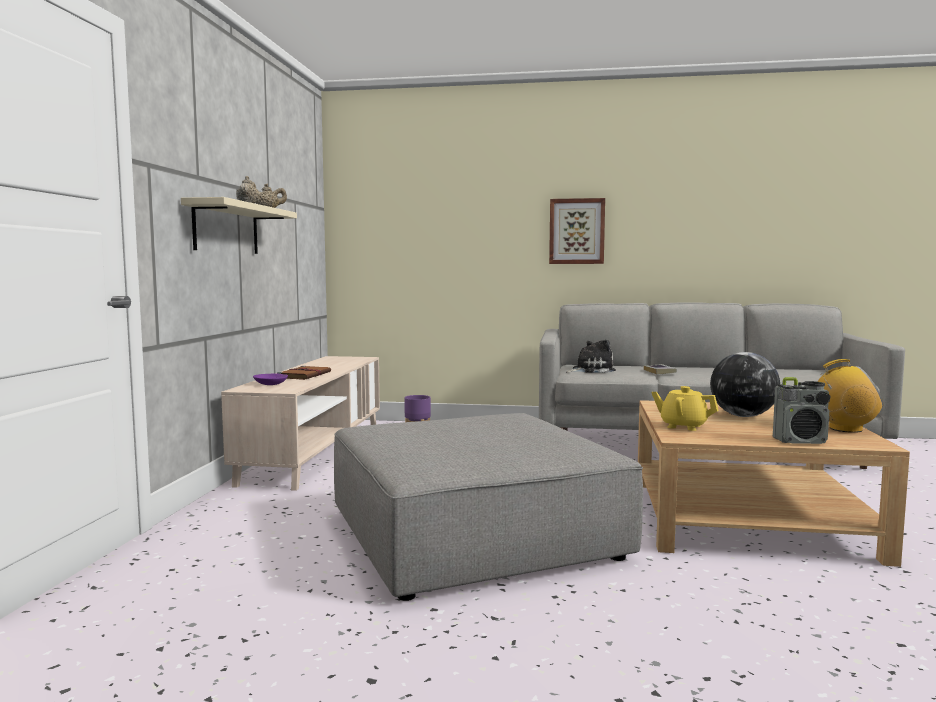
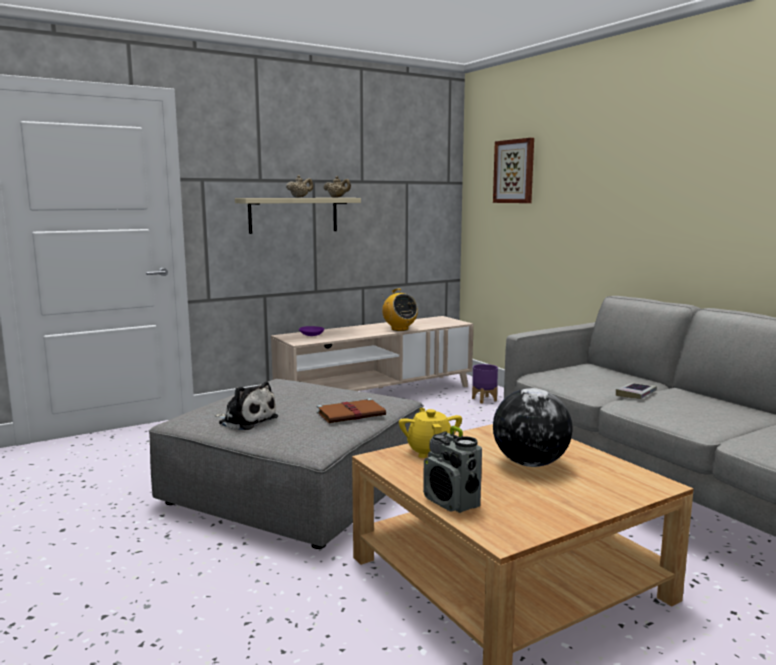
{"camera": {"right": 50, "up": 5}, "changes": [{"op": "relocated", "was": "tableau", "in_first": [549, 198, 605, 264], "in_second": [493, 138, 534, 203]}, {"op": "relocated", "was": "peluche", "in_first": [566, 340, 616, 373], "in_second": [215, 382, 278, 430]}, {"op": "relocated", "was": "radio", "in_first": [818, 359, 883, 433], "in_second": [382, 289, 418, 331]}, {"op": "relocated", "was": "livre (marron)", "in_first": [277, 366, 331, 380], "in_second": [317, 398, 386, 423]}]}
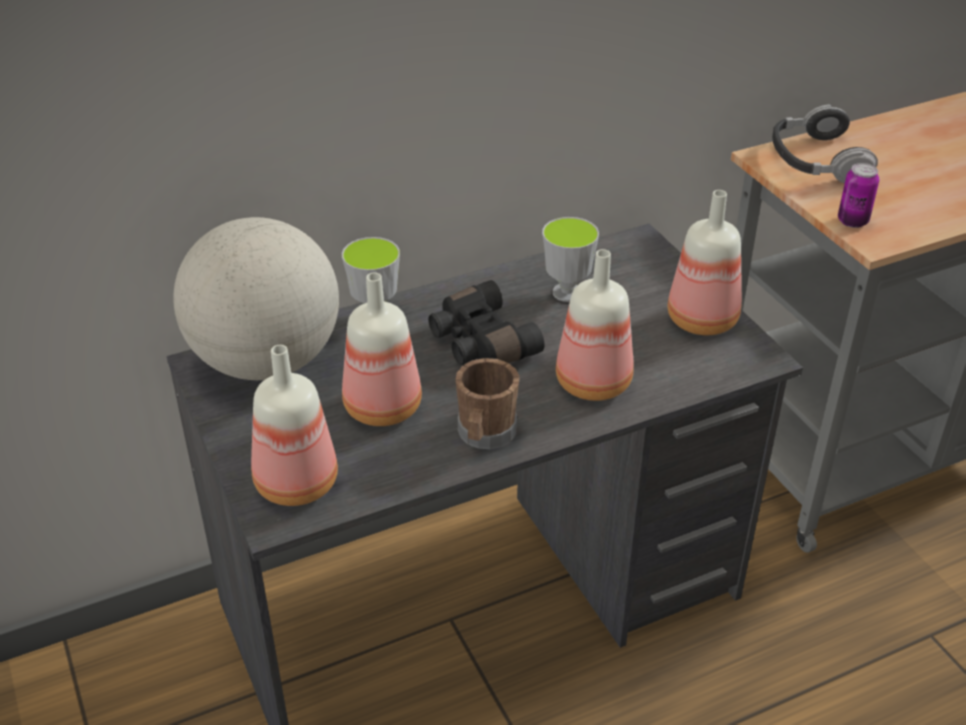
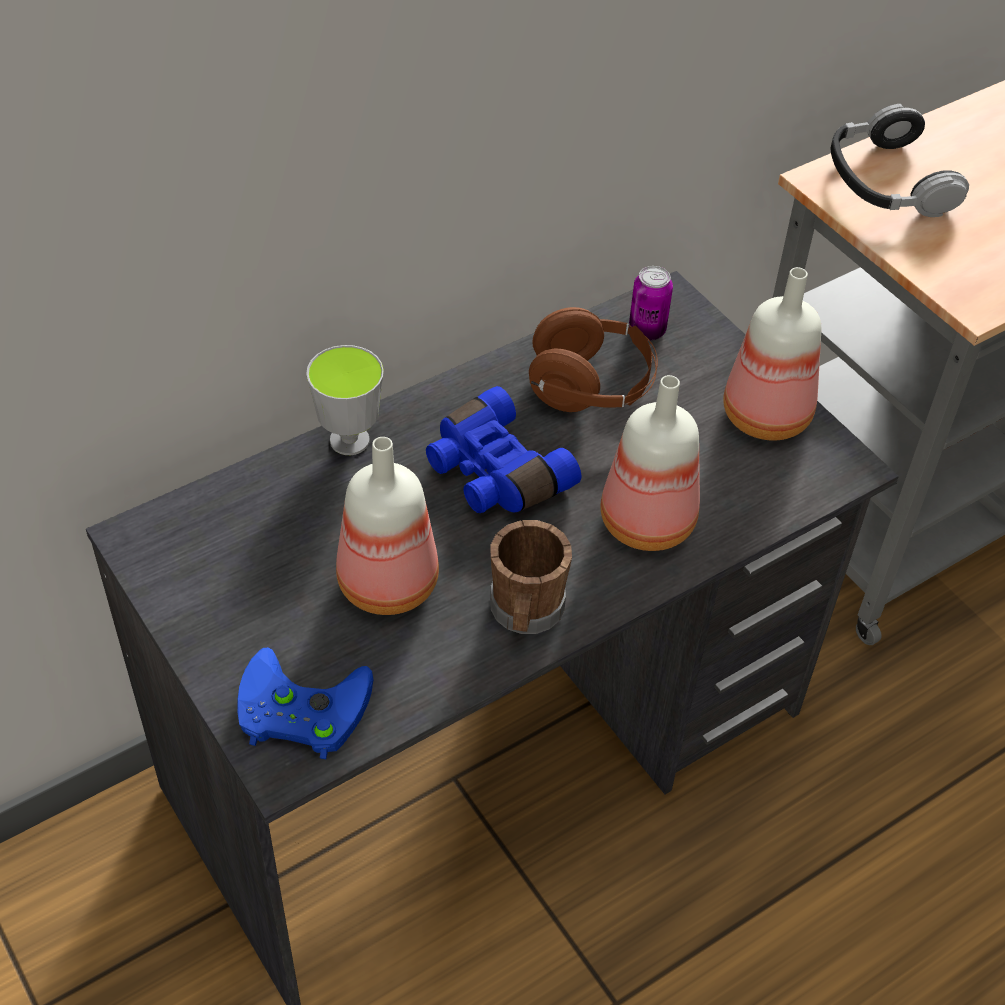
{"camera": {"right": -10, "up": 10}, "changes": [{"op": "relocated", "was": "boîte métallique", "in_first": [838, 163, 879, 228], "in_second": [629, 266, 673, 341]}, {"op": "missing", "was": "globe", "in_first": [173, 217, 339, 380]}, {"op": "exchanged", "was": "tasse", "now": "casque audio (marron)", "in_first": [542, 217, 599, 302], "in_second": [529, 307, 658, 412]}, {"op": "colour", "was": "jumelles (noir)", "now": "jumelles (bleu)", "in_first": [428, 280, 544, 365], "in_second": [426, 386, 581, 513]}, {"op": "exchanged", "was": "bouteille", "now": "manette (bleu)", "in_first": [251, 345, 338, 506], "in_second": [237, 647, 373, 759]}]}
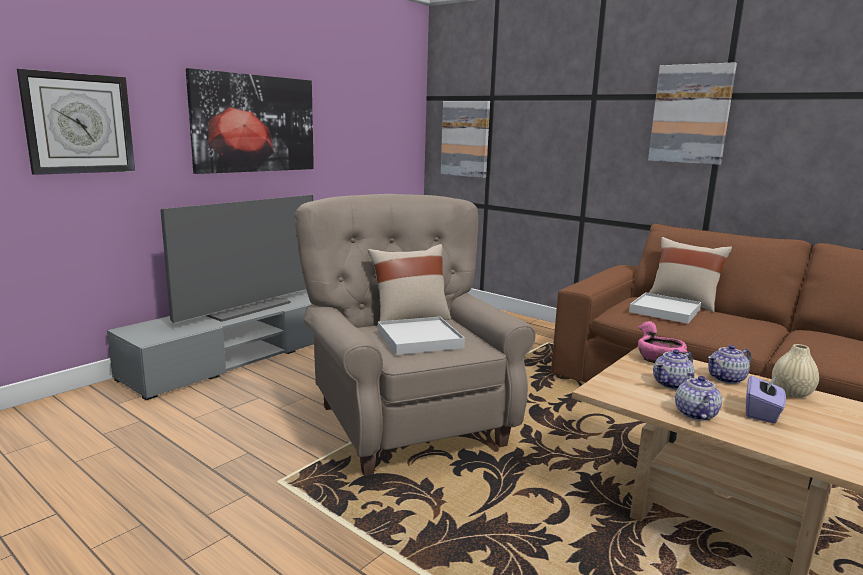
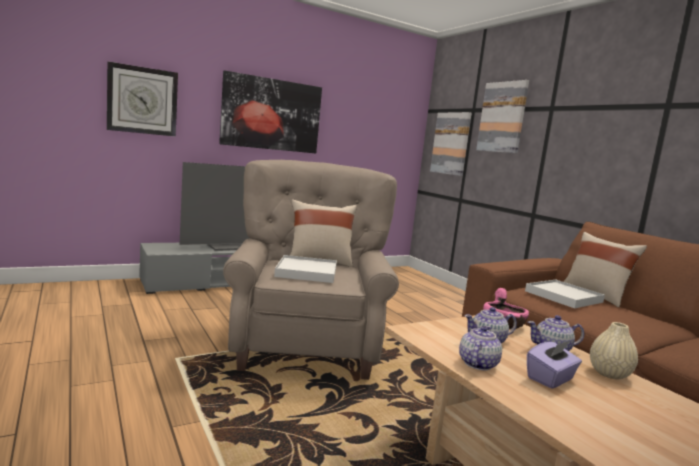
{"camera": {"right": 20, "up": -5}, "changes": [{"op": "relocated", "was": "tableau", "in_first": [648, 62, 737, 165], "in_second": [476, 80, 529, 154]}]}
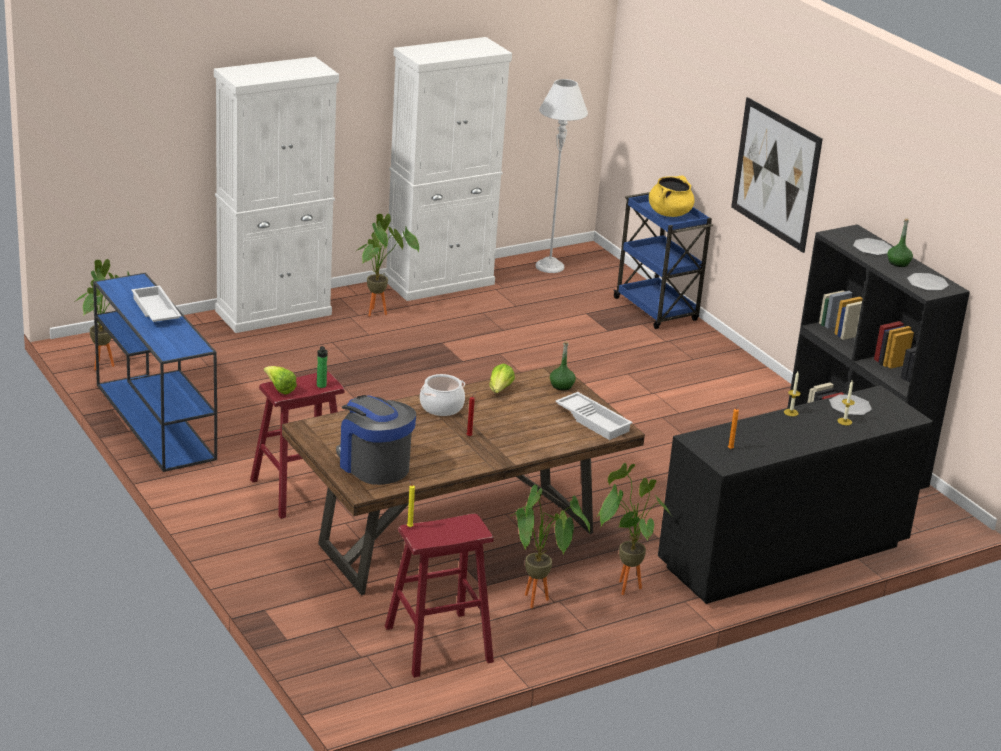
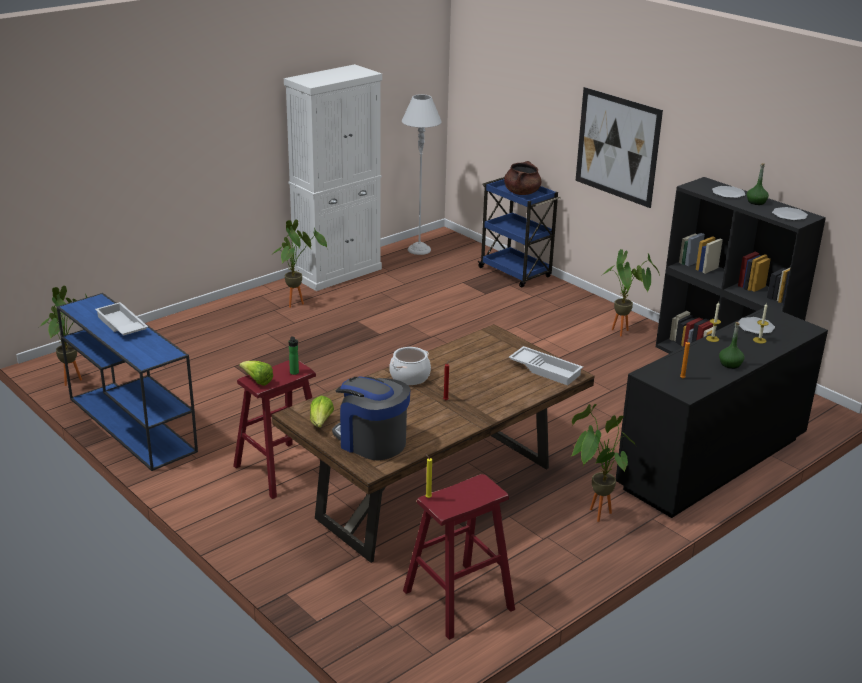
{"camera": {"right": -10, "up": 0}, "changes": [{"op": "missing", "was": "meuble de rangement (blanc)", "in_first": [214, 57, 339, 333]}, {"op": "colour", "was": "marmite (jaune)", "now": "marmite (marron)", "in_first": [649, 176, 694, 217], "in_second": [504, 161, 541, 195]}, {"op": "relocated", "was": "bouteille (vert)", "in_first": [550, 341, 576, 390], "in_second": [719, 322, 744, 369]}, {"op": "relocated", "was": "laitue", "in_first": [490, 364, 515, 393], "in_second": [310, 396, 334, 428]}, {"op": "relocated", "was": "plante en pot", "in_first": [510, 485, 590, 608], "in_second": [601, 249, 659, 337]}]}
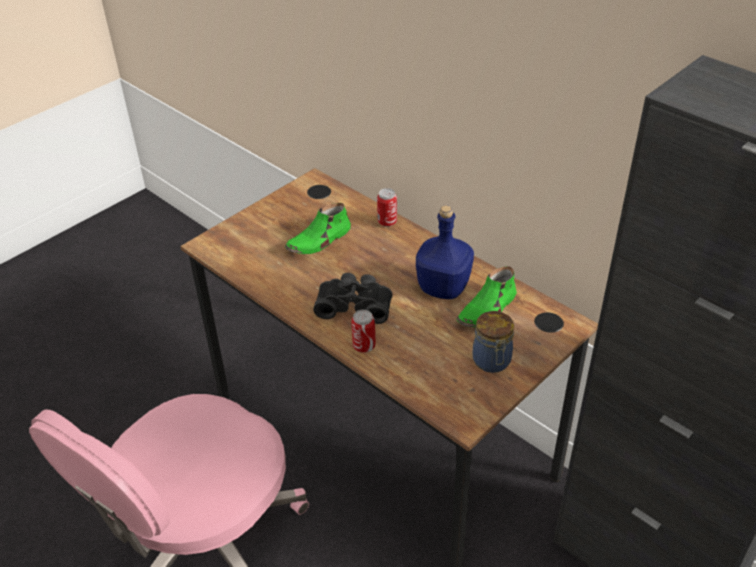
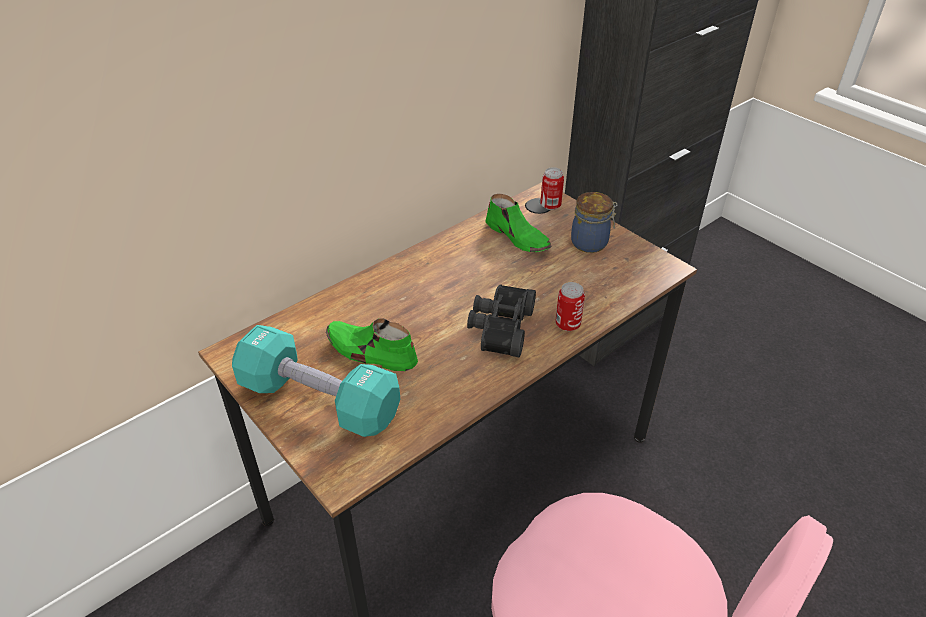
{"camera": {"right": -85, "up": 0}, "changes": [{"op": "relocated", "was": "boîte métallique", "in_first": [377, 188, 397, 227], "in_second": [540, 167, 564, 210]}, {"op": "spun", "was": "chaussure (vert)", "in_first": [285, 203, 351, 254], "in_second": [326, 318, 418, 371], "clockwise": 150}, {"op": "missing", "was": "bouteille (bleu)", "in_first": [416, 205, 474, 299]}, {"op": "appeared", "now": "haltère (turquoise)", "in_second": [232, 325, 400, 437]}]}
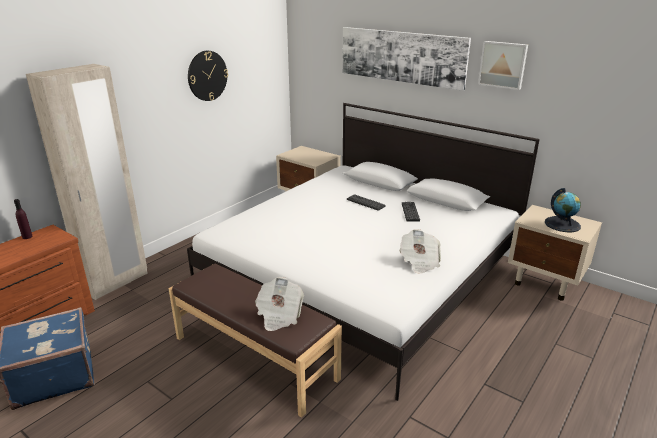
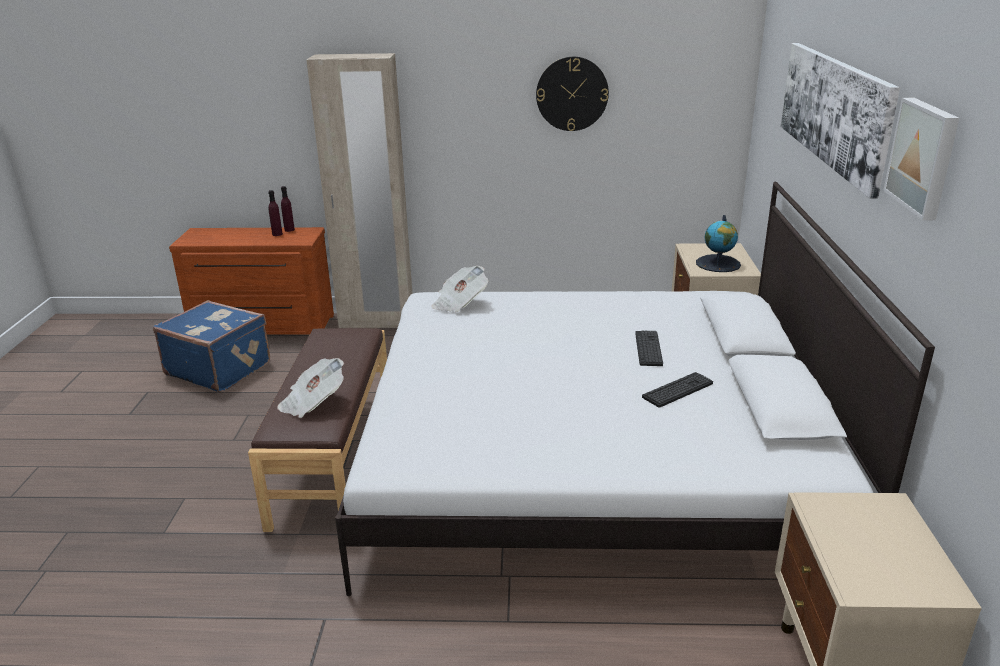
{"camera": {"right": 55, "up": 0}, "changes": [{"op": "relocated", "was": "globe", "in_first": [545, 188, 581, 232], "in_second": [696, 215, 741, 272]}, {"op": "relocated", "was": "journal", "in_first": [399, 229, 441, 274], "in_second": [432, 266, 488, 312]}, {"op": "appeared", "now": "bouteille (violet)", "in_second": [268, 190, 283, 236]}]}
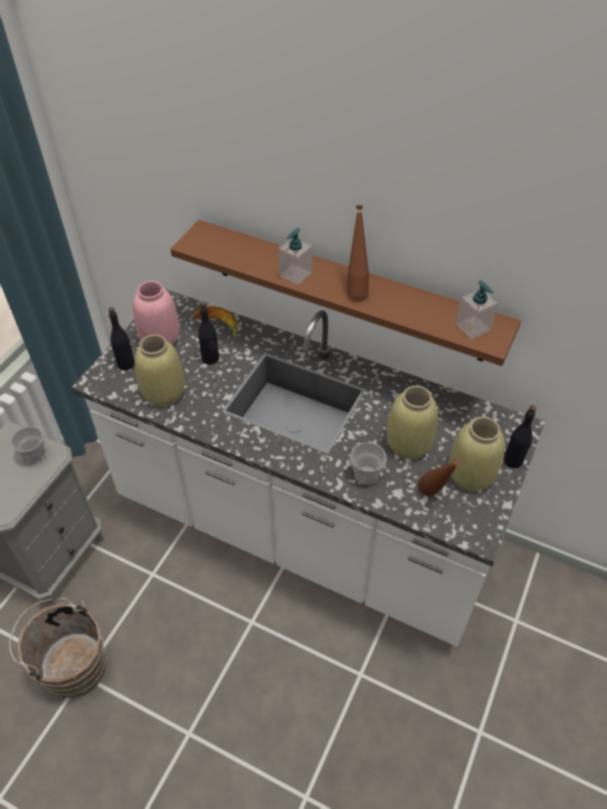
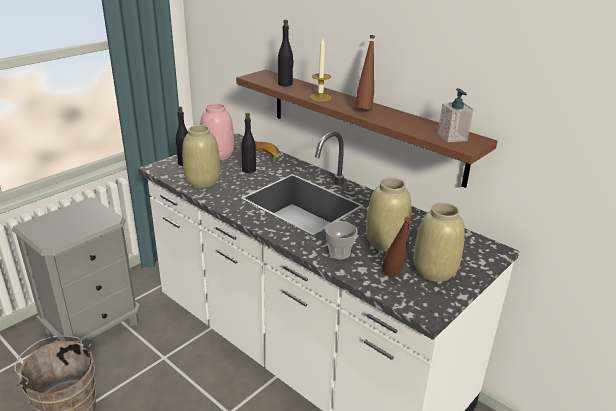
{"camera": {"right": 15, "up": -20}, "changes": [{"op": "exchanged", "was": "distributeur de savon", "now": "bougie", "in_first": [279, 228, 313, 285], "in_second": [310, 38, 331, 101]}, {"op": "relocated", "was": "bouteille (noir)", "in_first": [504, 405, 536, 468], "in_second": [278, 20, 293, 87]}, {"op": "missing", "was": "tasse", "in_first": [11, 426, 46, 464]}]}
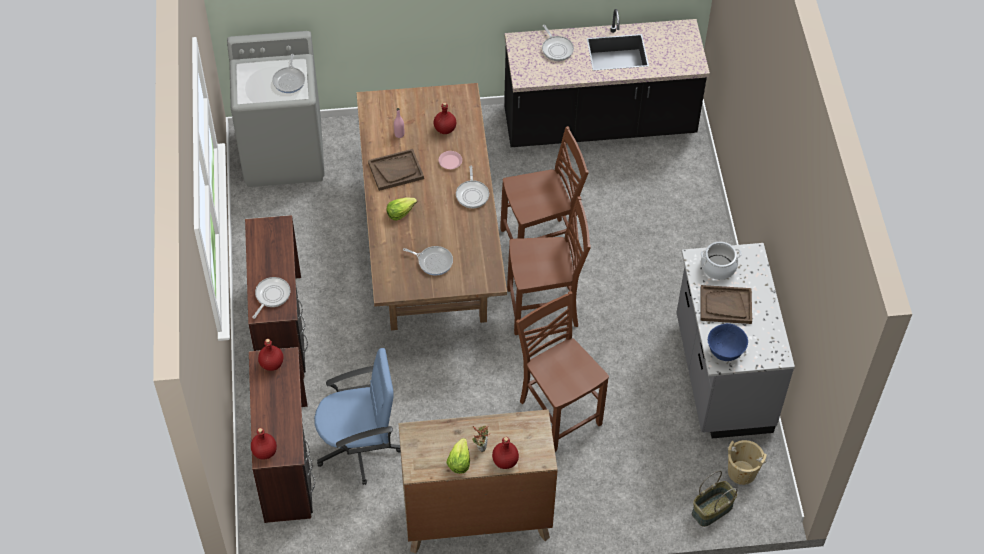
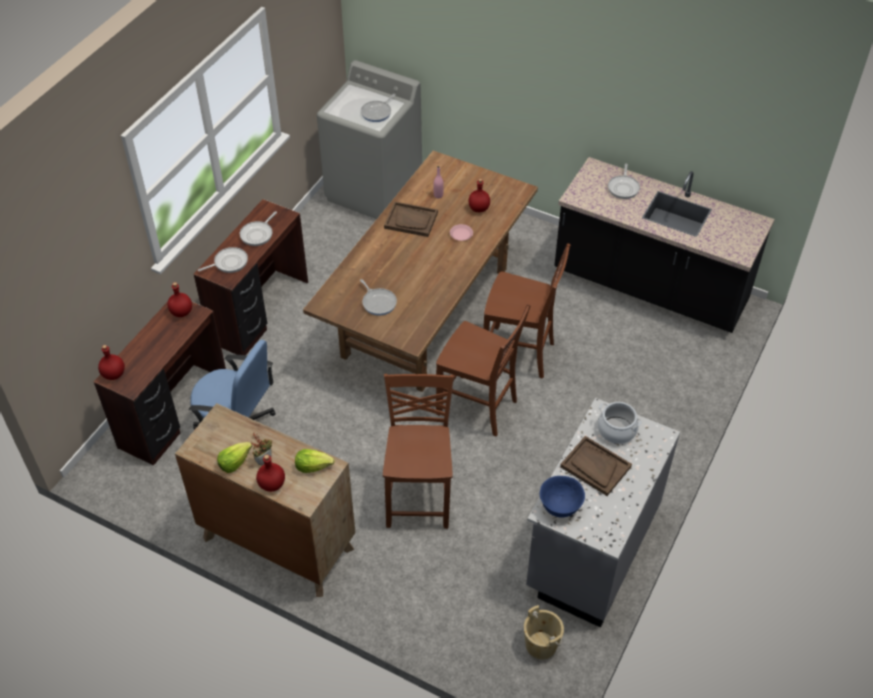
{"camera": {"right": 35, "up": -5}, "changes": [{"op": "relocated", "was": "poêle", "in_first": [456, 166, 489, 208], "in_second": [240, 211, 277, 246]}, {"op": "relocated", "was": "laitue", "in_first": [386, 197, 417, 220], "in_second": [295, 449, 335, 473]}, {"op": "missing", "was": "panier", "in_first": [692, 470, 737, 527]}]}
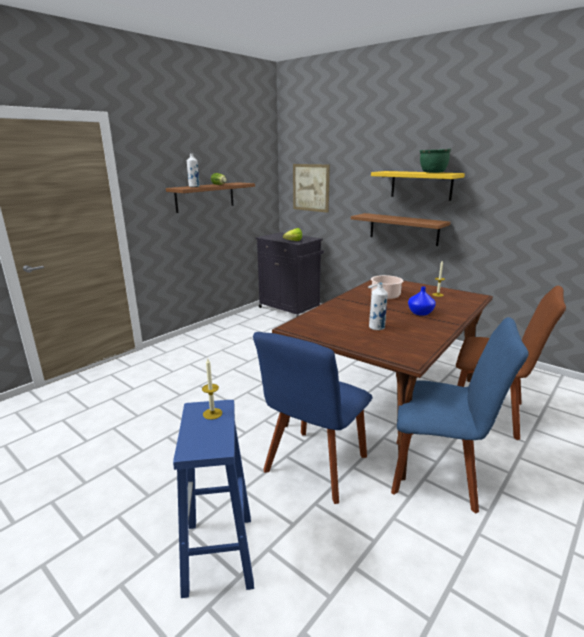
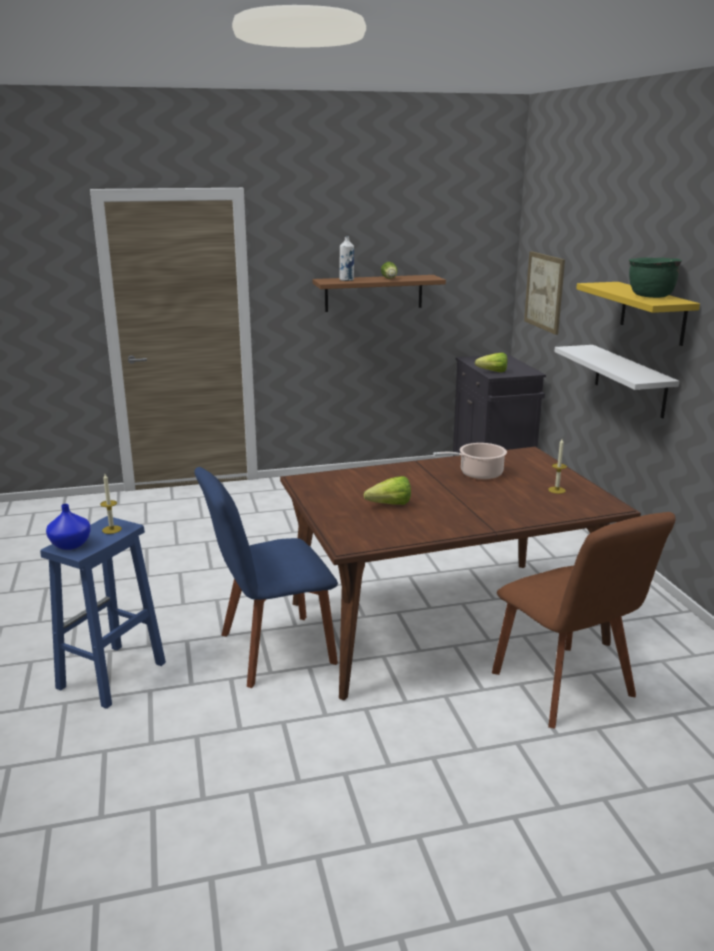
{"camera": {"right": 35, "up": 0}, "changes": [{"op": "colour", "was": "étagère (marron)", "now": "étagère (blanc)", "in_first": [351, 213, 451, 246], "in_second": [554, 345, 679, 418]}, {"op": "exchanged", "was": "bouteille (blanc)", "now": "laitue", "in_first": [369, 283, 388, 330], "in_second": [364, 476, 411, 505]}, {"op": "relocated", "was": "vase (bleu)", "in_first": [408, 286, 436, 316], "in_second": [46, 504, 91, 550]}, {"op": "missing", "was": "chaise (bleu)", "in_first": [391, 317, 529, 514]}]}
